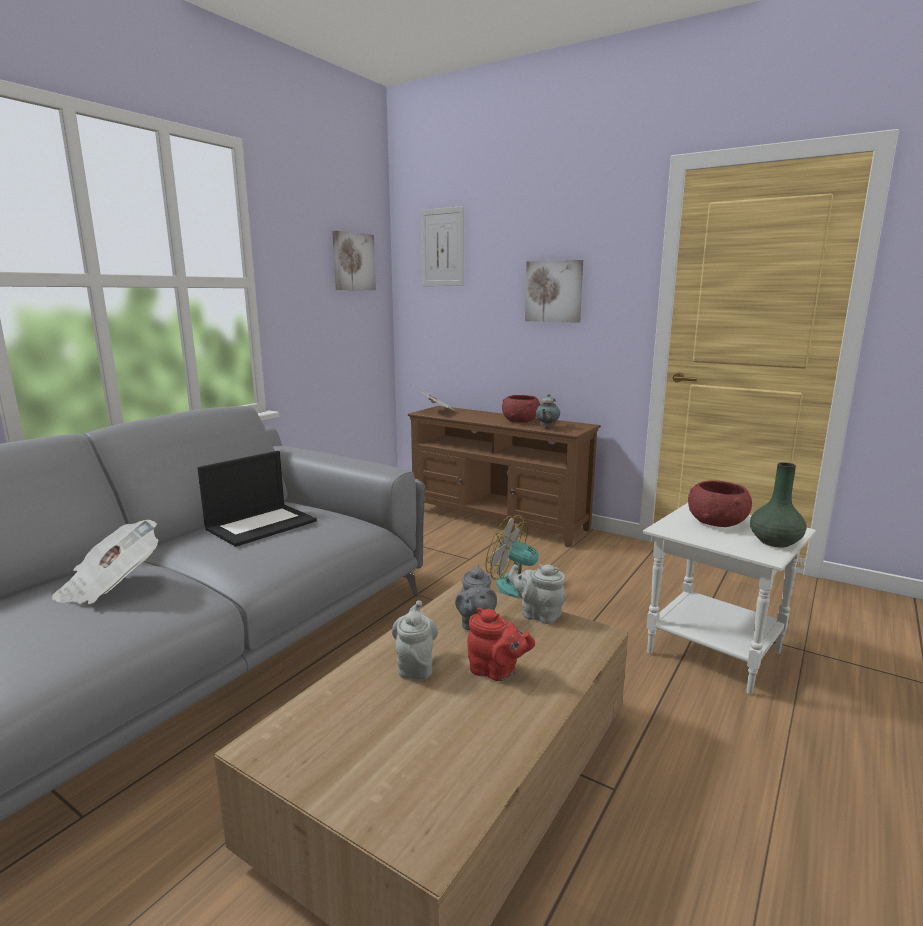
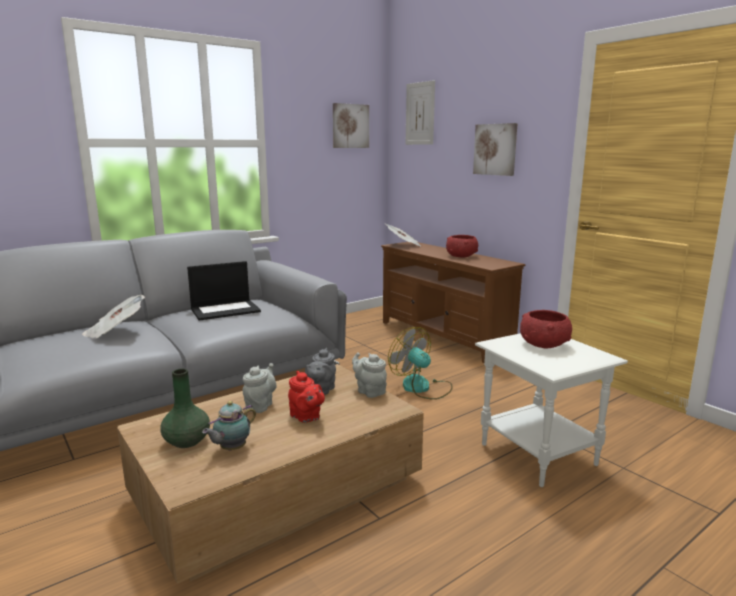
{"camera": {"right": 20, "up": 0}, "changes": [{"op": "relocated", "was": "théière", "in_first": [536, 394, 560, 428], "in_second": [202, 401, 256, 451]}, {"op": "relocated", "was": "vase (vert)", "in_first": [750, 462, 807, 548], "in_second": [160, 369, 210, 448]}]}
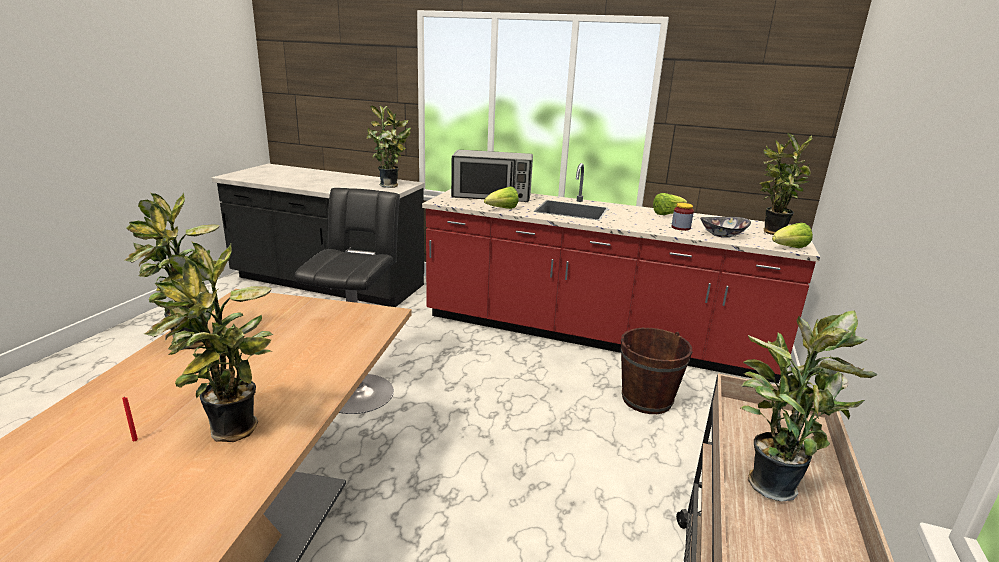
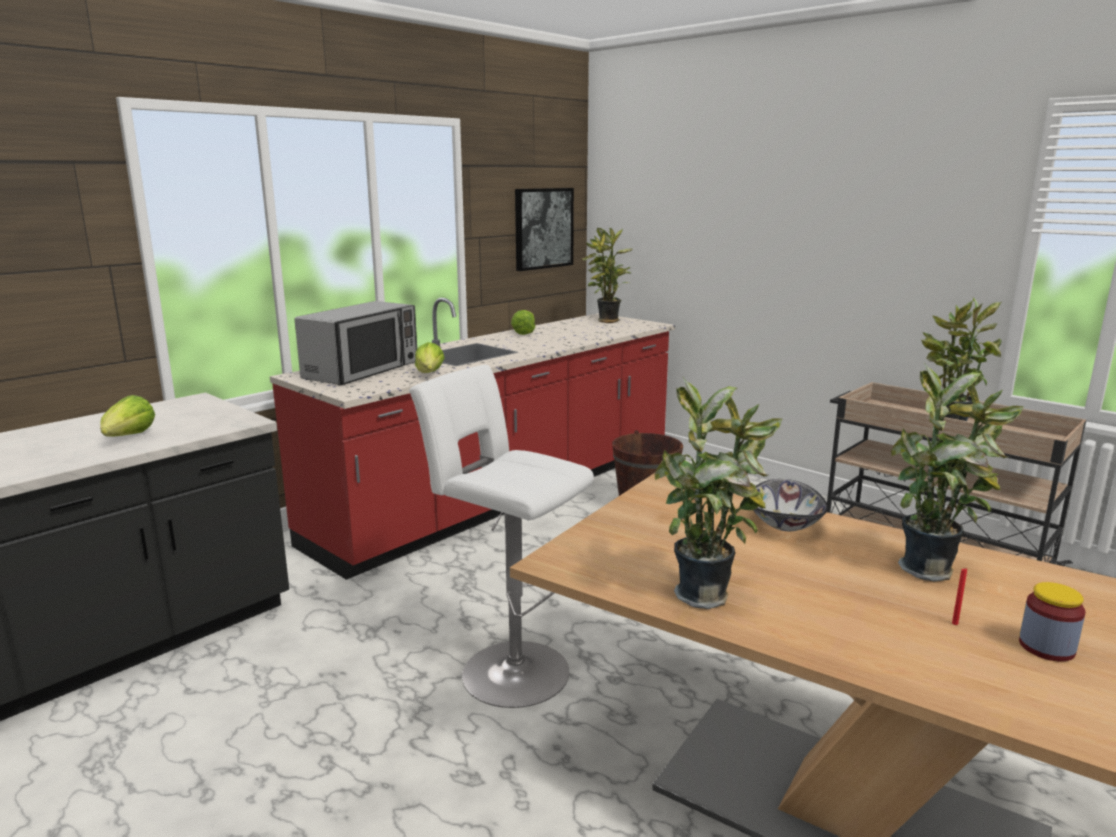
{"camera": {"right": -65, "up": -5}, "changes": [{"op": "missing", "was": "plante en pot", "in_first": [367, 104, 411, 188]}, {"op": "colour", "was": "tabouret (noir)", "now": "tabouret (blanc)", "in_first": [295, 188, 400, 414], "in_second": [409, 365, 594, 708]}, {"op": "relocated", "was": "bocal", "in_first": [671, 203, 694, 231], "in_second": [1019, 582, 1086, 662]}, {"op": "relocated", "was": "bol", "in_first": [700, 217, 751, 237], "in_second": [753, 479, 828, 531]}, {"op": "relocated", "was": "laitue", "in_first": [772, 223, 813, 248], "in_second": [100, 395, 155, 437]}, {"op": "appeared", "now": "tableau", "in_second": [515, 188, 574, 271]}]}
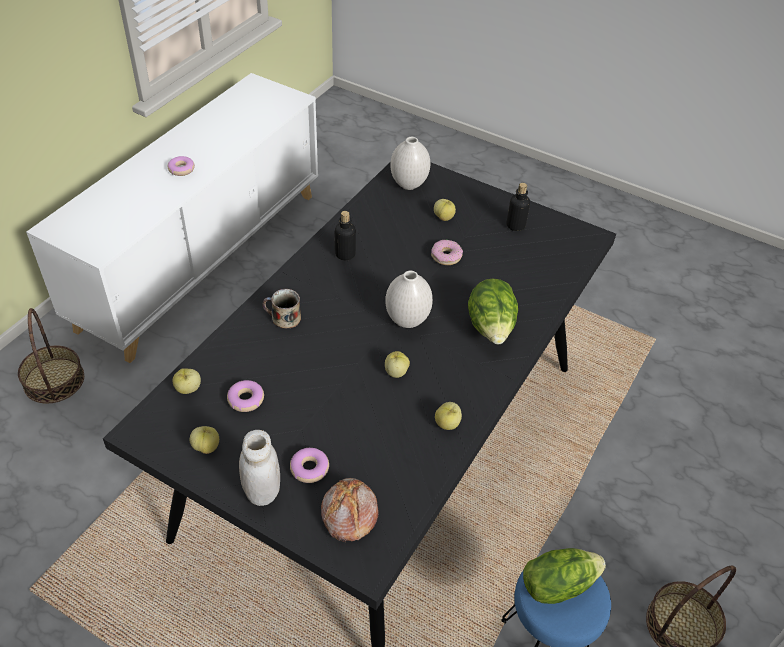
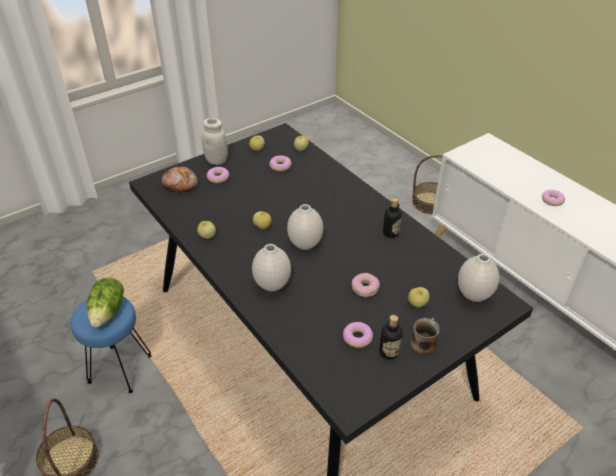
{"camera": {"right": 115, "up": -5}, "changes": [{"op": "exchanged", "was": "laitue", "now": "vase (blanc)", "in_first": [468, 278, 518, 344], "in_second": [252, 244, 291, 292]}, {"op": "relocated", "was": "mug", "in_first": [262, 289, 301, 328], "in_second": [411, 318, 440, 354]}, {"op": "appeared", "now": "beignet", "in_second": [343, 322, 373, 348]}]}
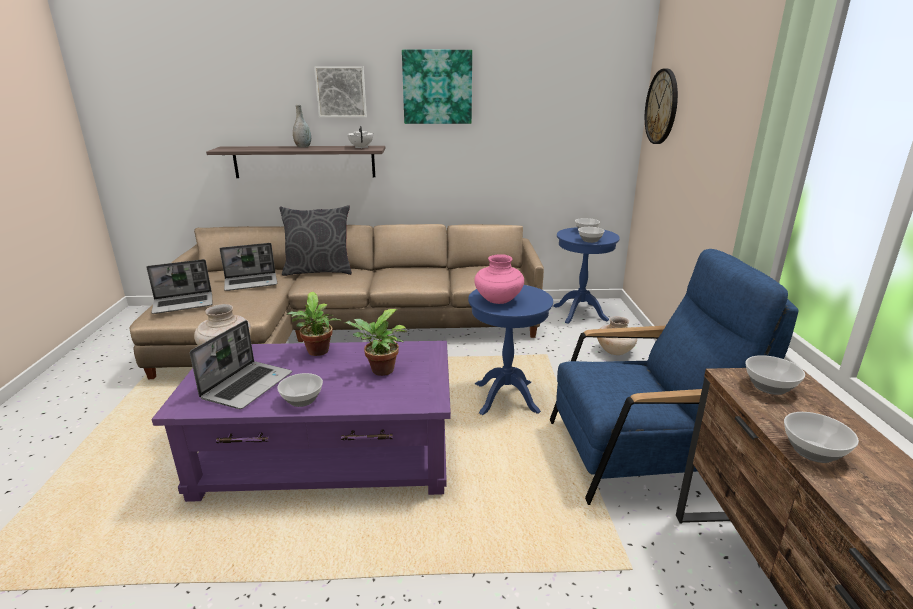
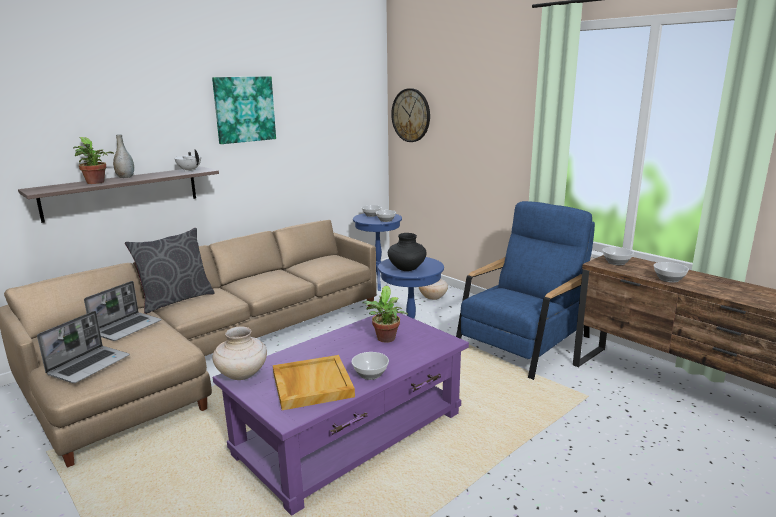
{"camera": {"right": -40, "up": -5}, "changes": [{"op": "missing", "was": "tableau", "in_first": [314, 66, 367, 118]}, {"op": "colour", "was": "vase (rose)", "now": "vase (noir)", "in_first": [474, 254, 524, 304], "in_second": [388, 233, 426, 271]}, {"op": "relocated", "was": "plante en pot", "in_first": [287, 292, 342, 356], "in_second": [73, 137, 114, 184]}, {"op": "exchanged", "was": "ordinateur portable", "now": "plateau (beige)", "in_first": [190, 320, 292, 409], "in_second": [273, 355, 355, 410]}]}
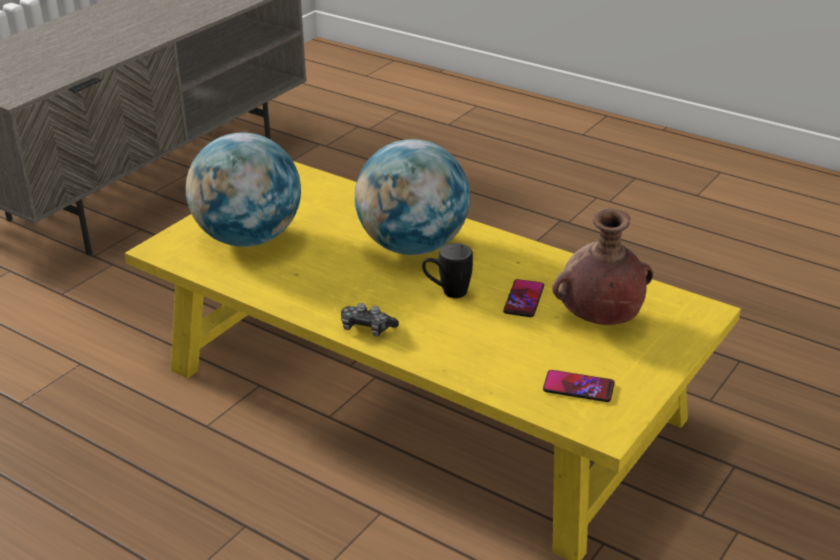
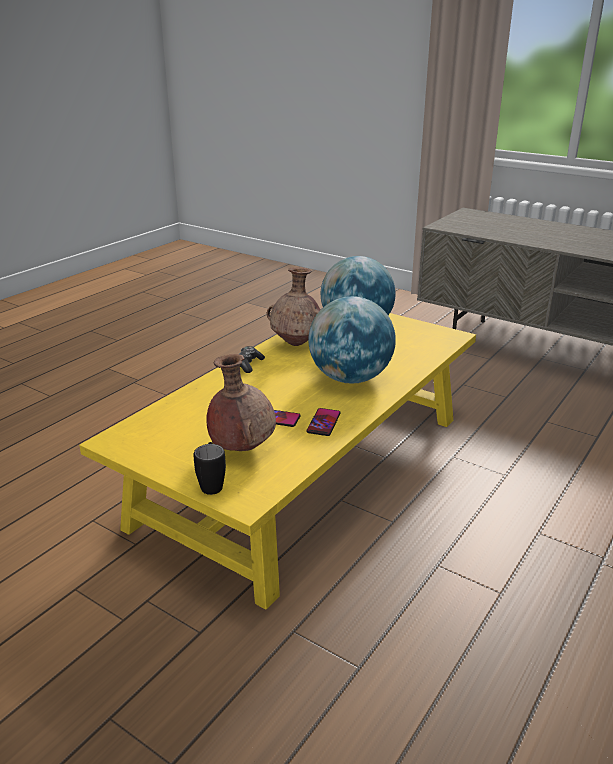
{"camera": {"right": 90, "up": -5}, "changes": [{"op": "relocated", "was": "mug (noir)", "in_first": [422, 243, 473, 298], "in_second": [194, 442, 226, 495]}, {"op": "relocated", "was": "téléphone", "in_first": [543, 370, 615, 402], "in_second": [307, 408, 341, 436]}, {"op": "appeared", "now": "vase (marron)", "in_second": [266, 267, 320, 346]}]}
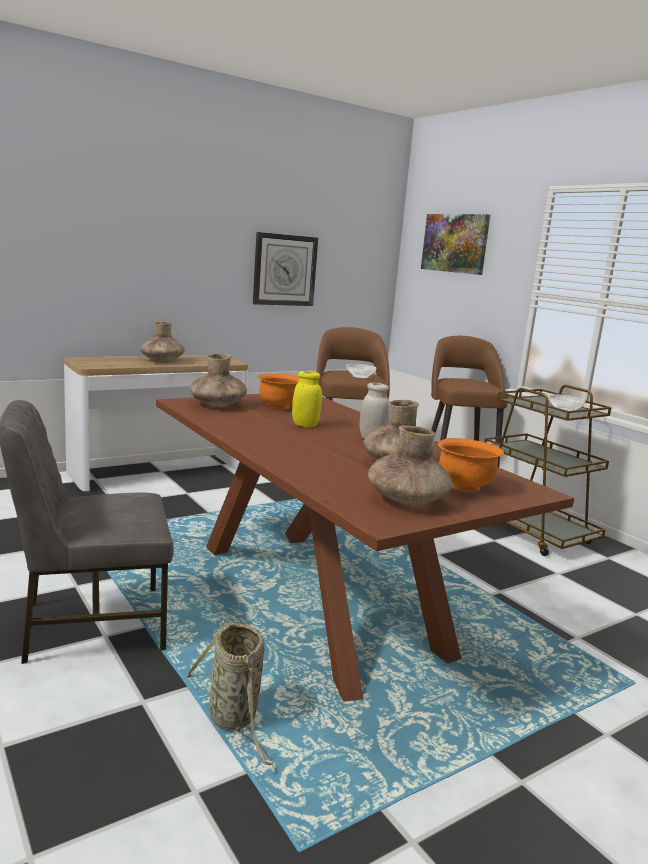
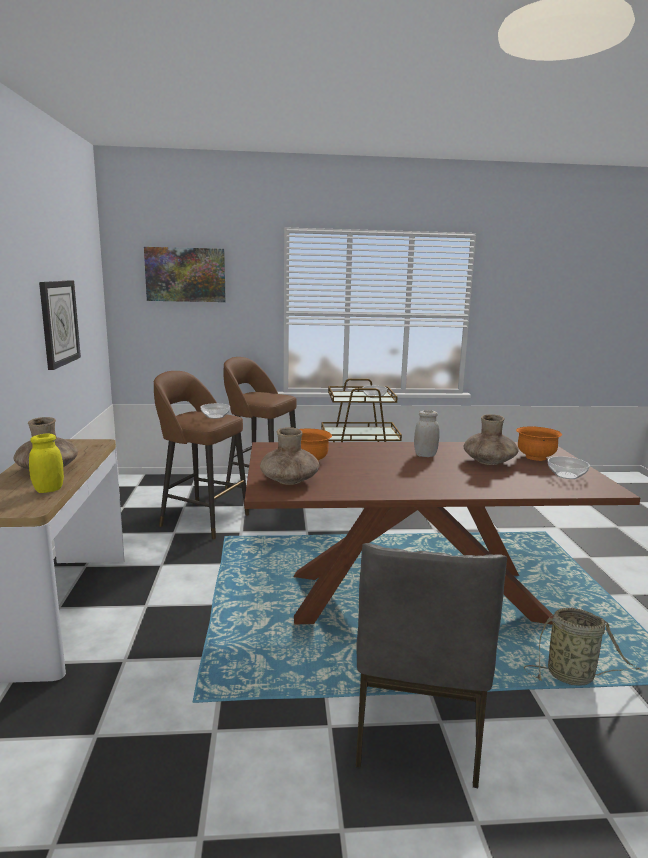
{"camera": {"right": -60, "up": 0}, "changes": [{"op": "relocated", "was": "bocal (jaune)", "in_first": [292, 371, 322, 427], "in_second": [29, 434, 64, 493]}, {"op": "exchanged", "was": "vase (marron)", "now": "bol", "in_first": [368, 425, 453, 506], "in_second": [548, 456, 590, 479]}]}
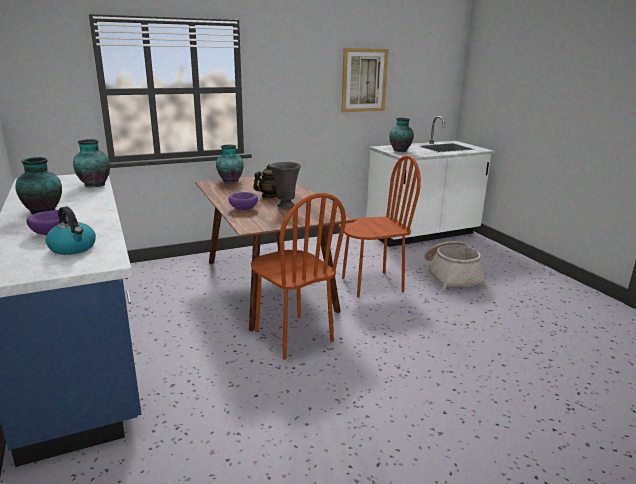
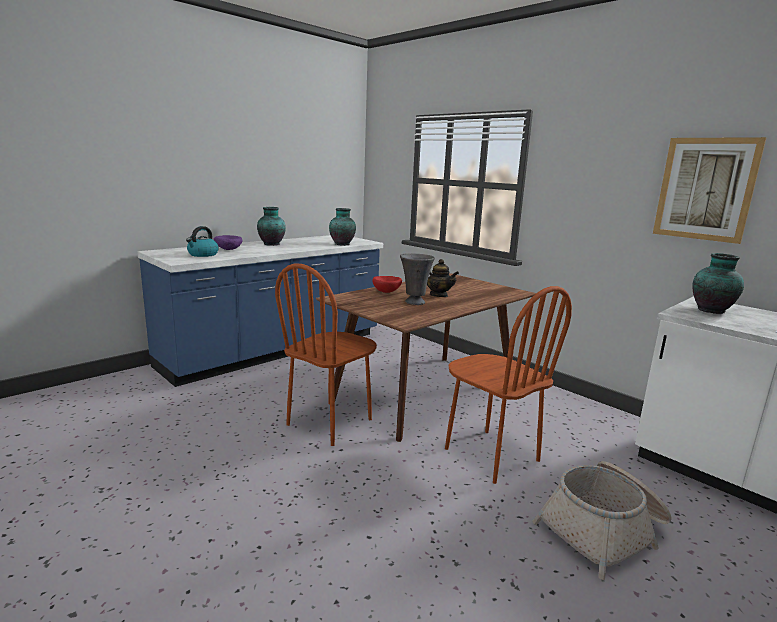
{"camera": {"right": 70, "up": -5}, "changes": [{"op": "missing", "was": "vase", "in_first": [216, 145, 244, 183]}, {"op": "colour", "was": "bol (violet)", "now": "bol (rouge)", "in_first": [228, 192, 258, 210], "in_second": [372, 276, 402, 293]}]}
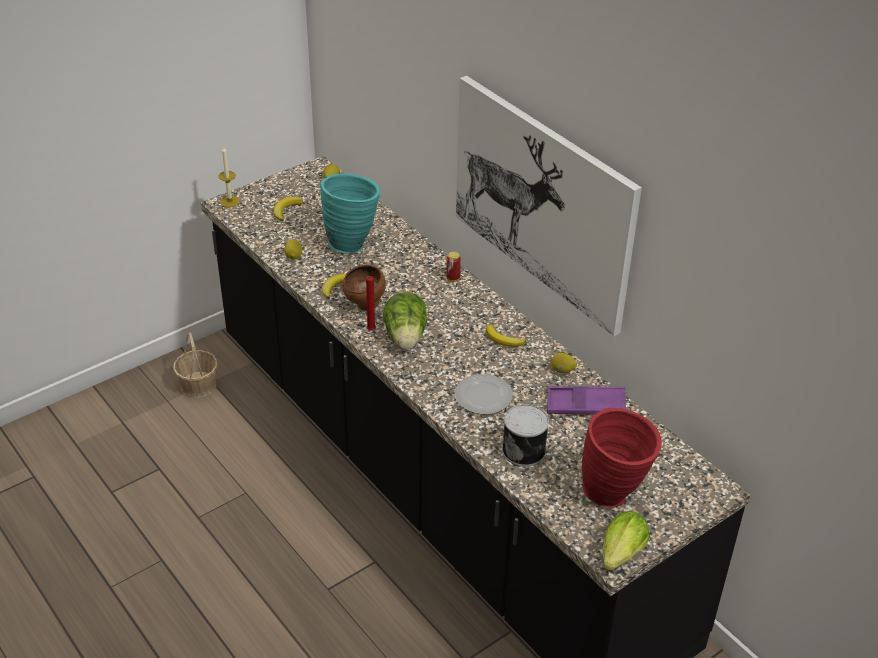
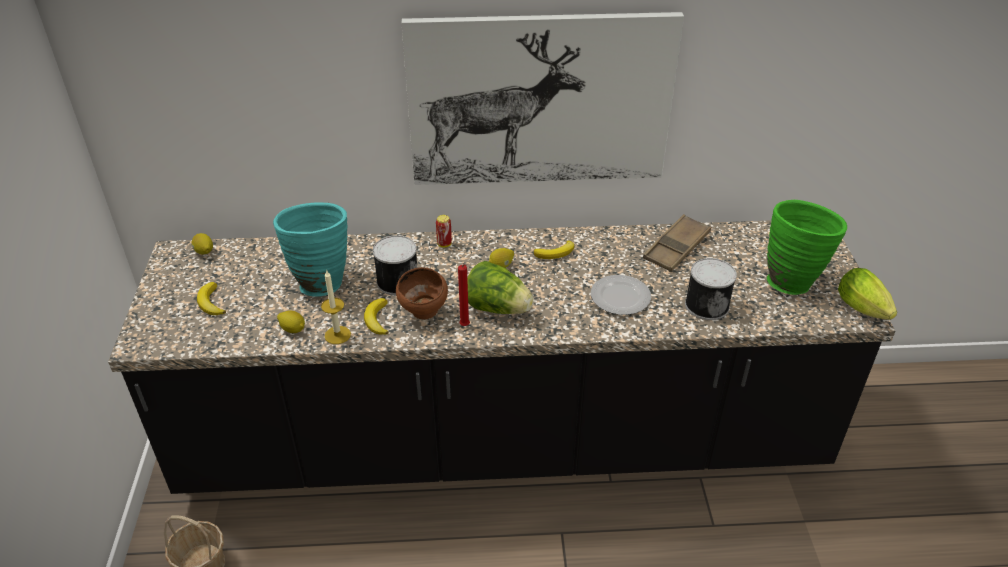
{"camera": {"right": -55, "up": 0}, "changes": [{"op": "relocated", "was": "bougie", "in_first": [219, 147, 240, 207], "in_second": [321, 271, 351, 344]}, {"op": "relocated", "was": "citron", "in_first": [551, 353, 577, 373], "in_second": [489, 248, 514, 268]}, {"op": "colour", "was": "plateau (violet)", "now": "plateau (marron)", "in_first": [547, 386, 626, 414], "in_second": [643, 214, 711, 272]}, {"op": "colour", "was": "vase (rouge)", "now": "vase (vert)", "in_first": [582, 408, 662, 508], "in_second": [767, 200, 847, 295]}, {"op": "appeared", "now": "boîte métallique", "in_second": [373, 235, 417, 296]}]}
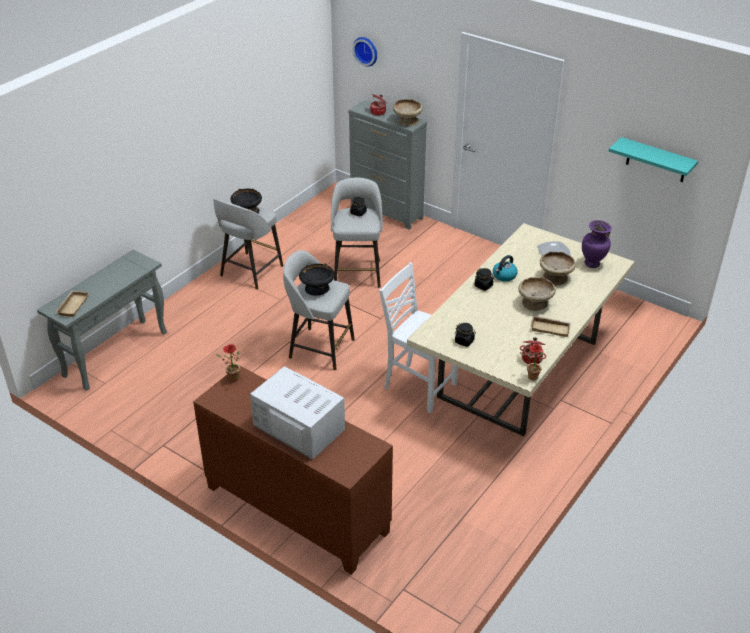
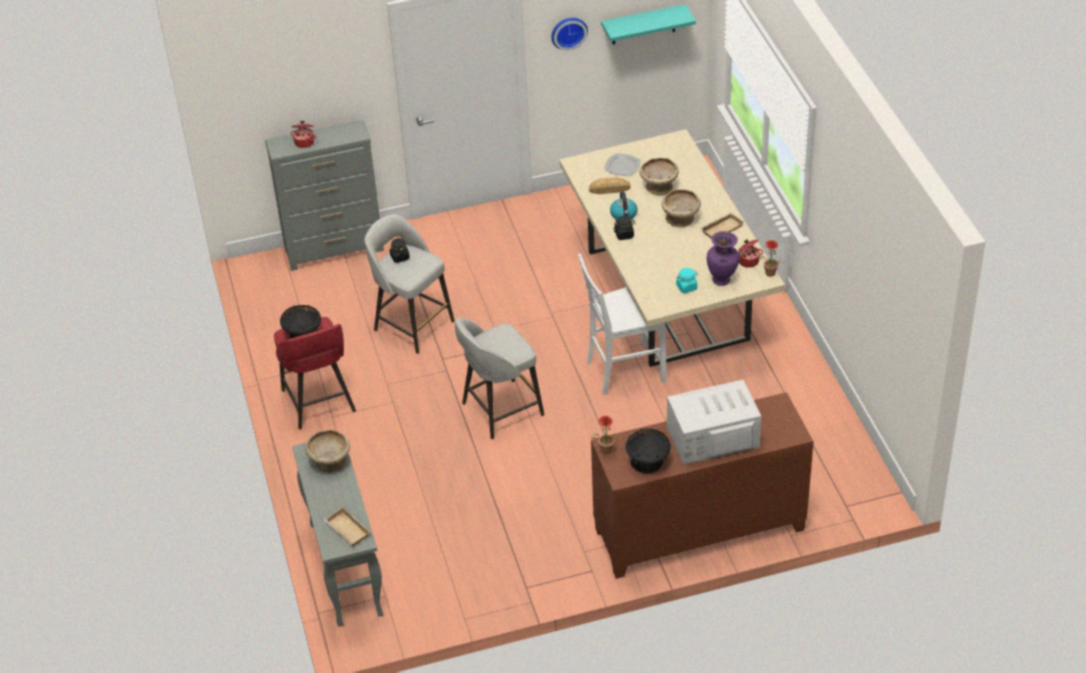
{"camera": {"right": -50, "up": 5}, "changes": [{"op": "relocated", "was": "horloge murale", "in_first": [353, 37, 377, 67], "in_second": [551, 18, 588, 51]}, {"op": "relocated", "was": "bol (beige)", "in_first": [393, 99, 423, 126], "in_second": [305, 430, 350, 473]}, {"op": "colour", "was": "tabouret (gris)", "now": "tabouret (rouge)", "in_first": [213, 198, 283, 289], "in_second": [274, 317, 356, 429]}, {"op": "relocated", "was": "vase (violet)", "in_first": [582, 220, 612, 268], "in_second": [707, 231, 739, 286]}, {"op": "relocated", "was": "bol (noir)", "in_first": [299, 264, 335, 296], "in_second": [626, 428, 671, 473]}, {"op": "colour", "was": "bocal (noir)", "now": "bocal (turquoise)", "in_first": [455, 323, 476, 347], "in_second": [676, 268, 697, 293]}, {"op": "appeared", "now": "pain", "in_second": [589, 177, 631, 194]}]}
